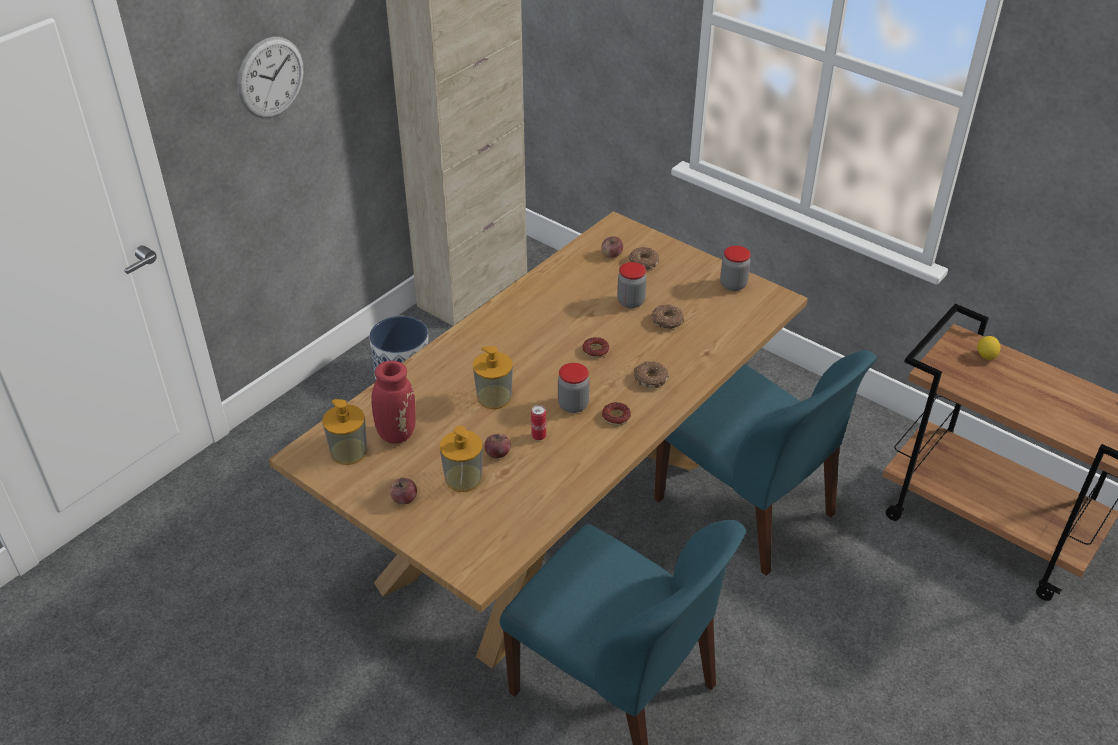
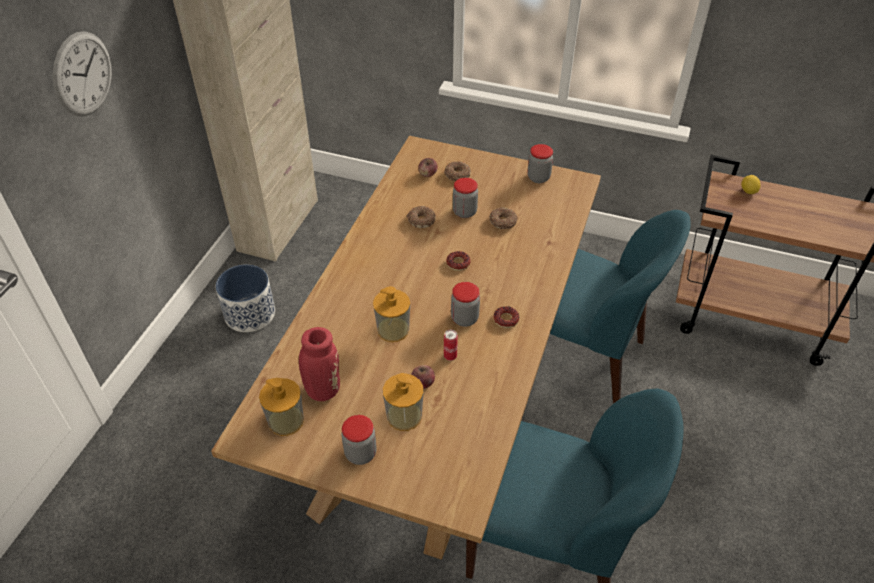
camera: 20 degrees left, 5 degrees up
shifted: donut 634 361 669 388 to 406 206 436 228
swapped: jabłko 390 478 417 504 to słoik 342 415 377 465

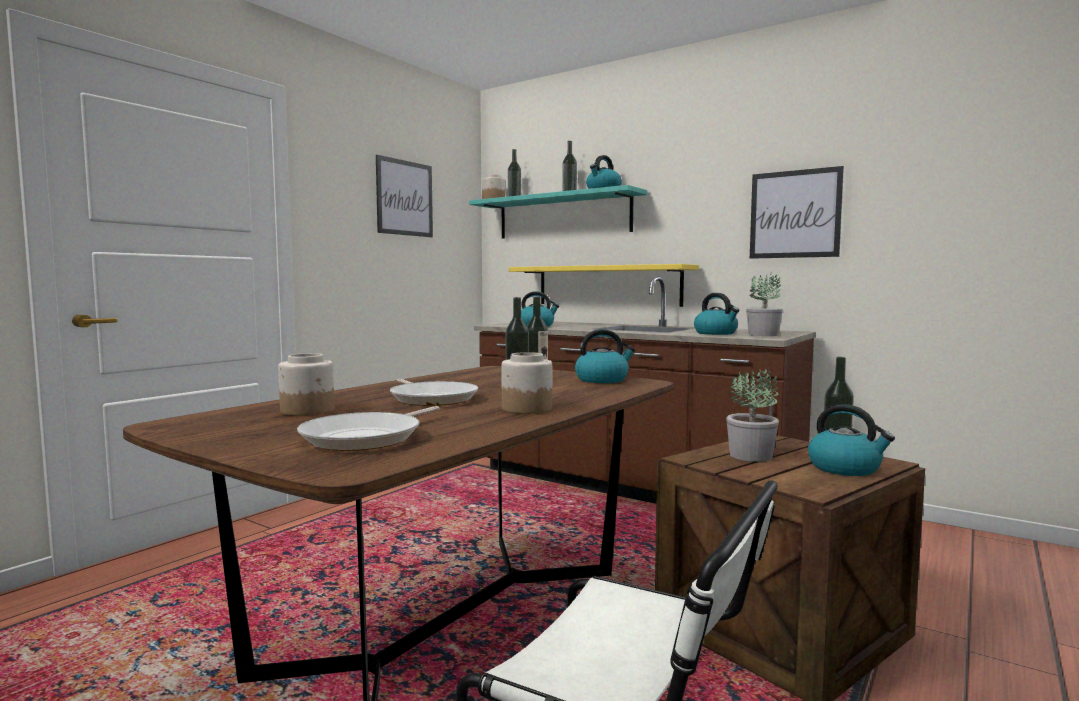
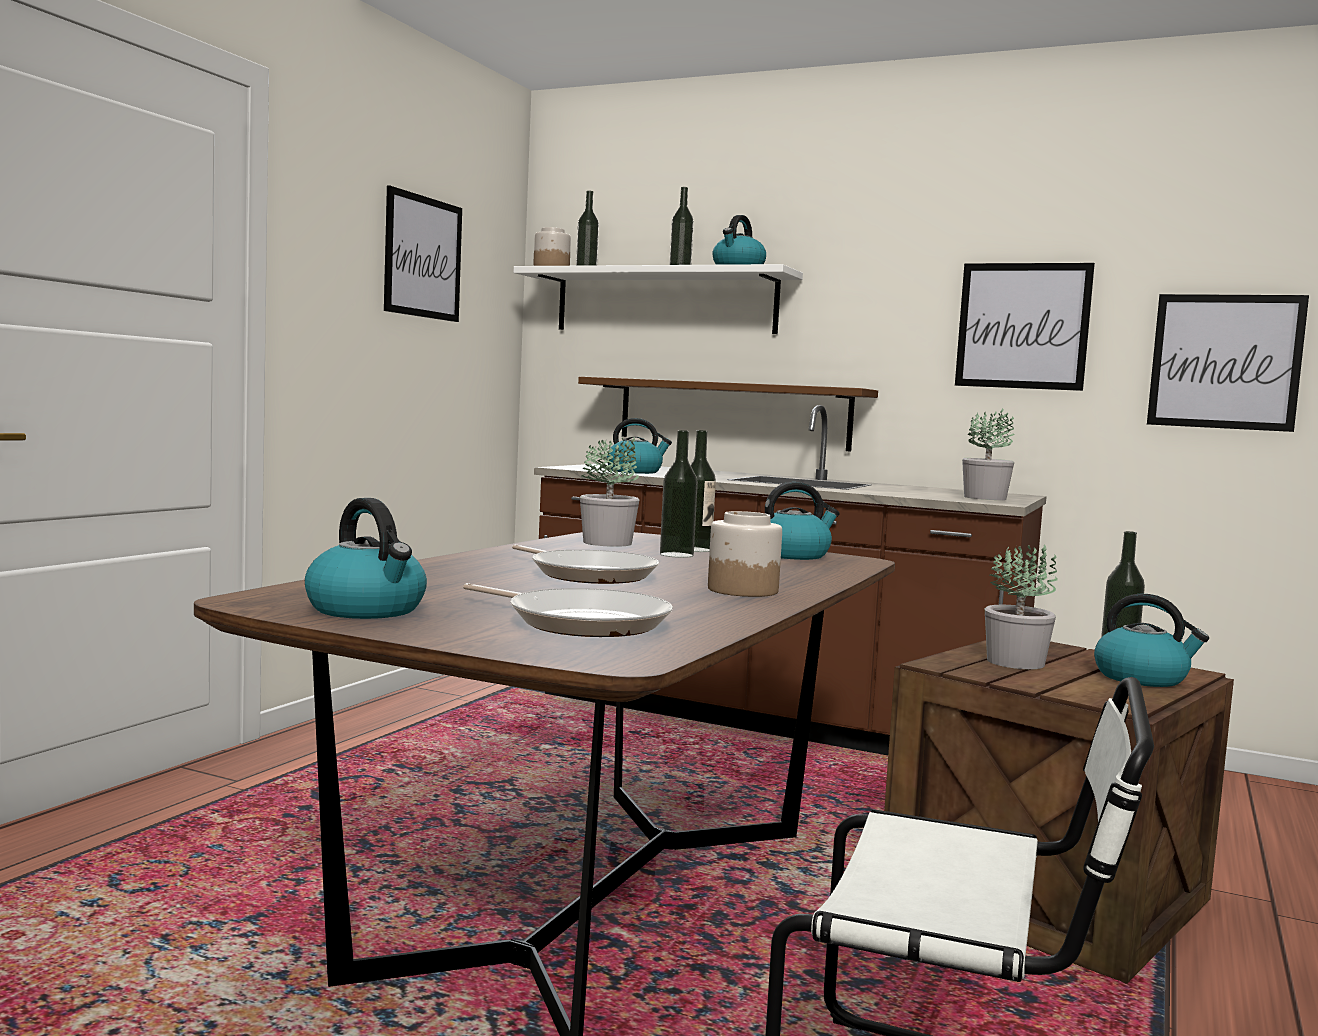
camera: 10 degrees left, 0 degrees up
gone: słoik 278 353 335 416
new: roślina doniczkowa 580 436 639 547; obraz 1147 294 1309 432
shifted: czajnik 694 293 739 335 to 305 498 427 619
repainted: półka (turkusowy) 469 185 647 239 to półka (biały) 513 264 803 334; półka (żółty) 509 264 699 307 to półka (brązowy) 578 377 878 452
rotated: patelnia 297 406 439 451 = 463 583 673 637 75 degrees counterclockwise

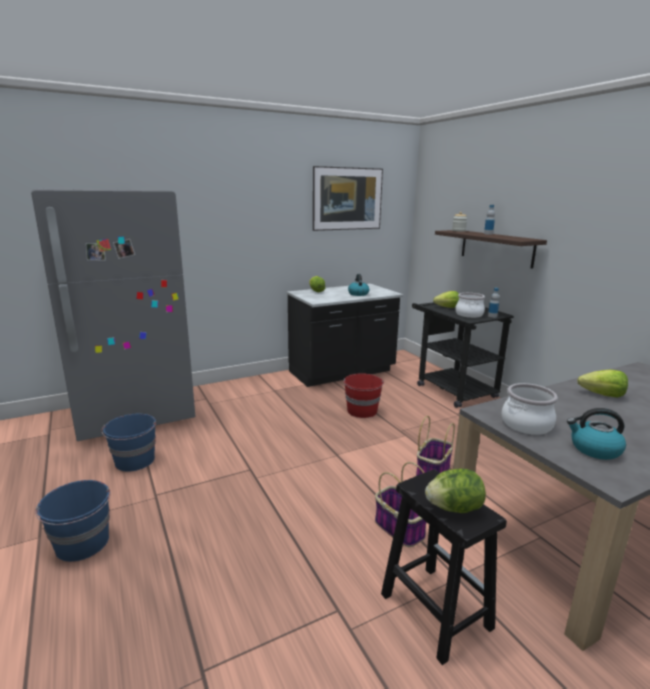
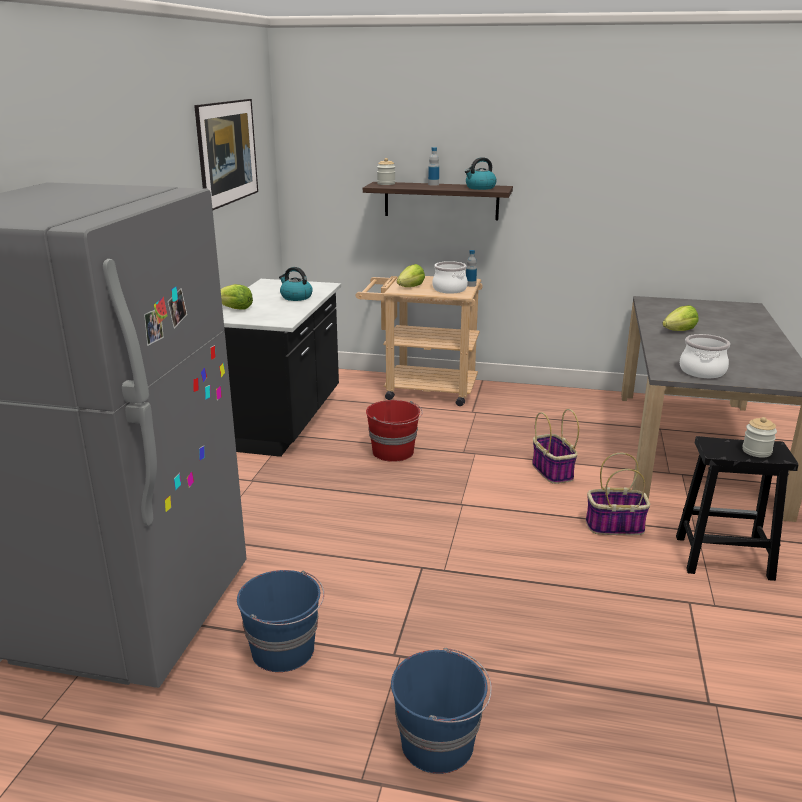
camera: 50 degrees left, 5 degrees up
shifted: czajnik 567 408 626 460 to 465 157 496 190
swapped: sałata 425 469 486 513 to słoik 742 417 777 458
repainted: wózek (czarny) 412 302 514 408 to wózek (beżowy) 356 276 483 406

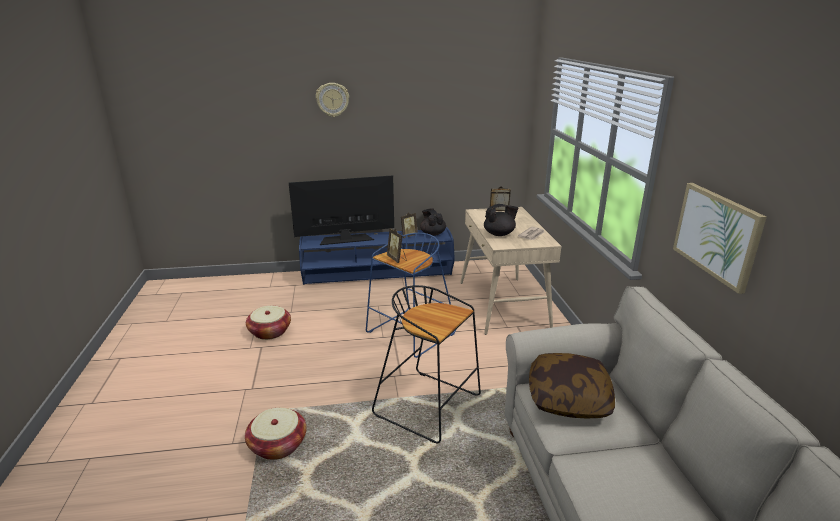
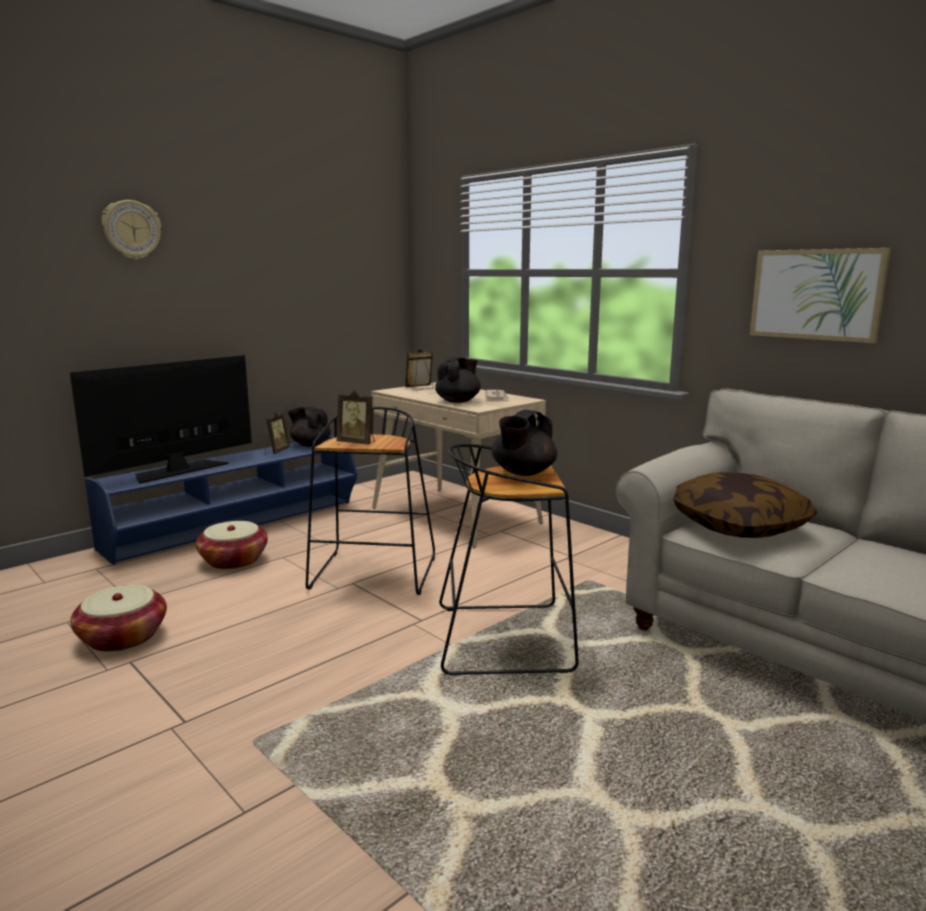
camera: 35 degrees left, 10 degrees down
new: imbryk (czarny) 491 410 557 476
shifted: koszyk 245 408 307 460 to 196 521 268 569
repainted: stołek (niebieski) 366 233 456 358 to stołek (czarny) 306 407 435 595

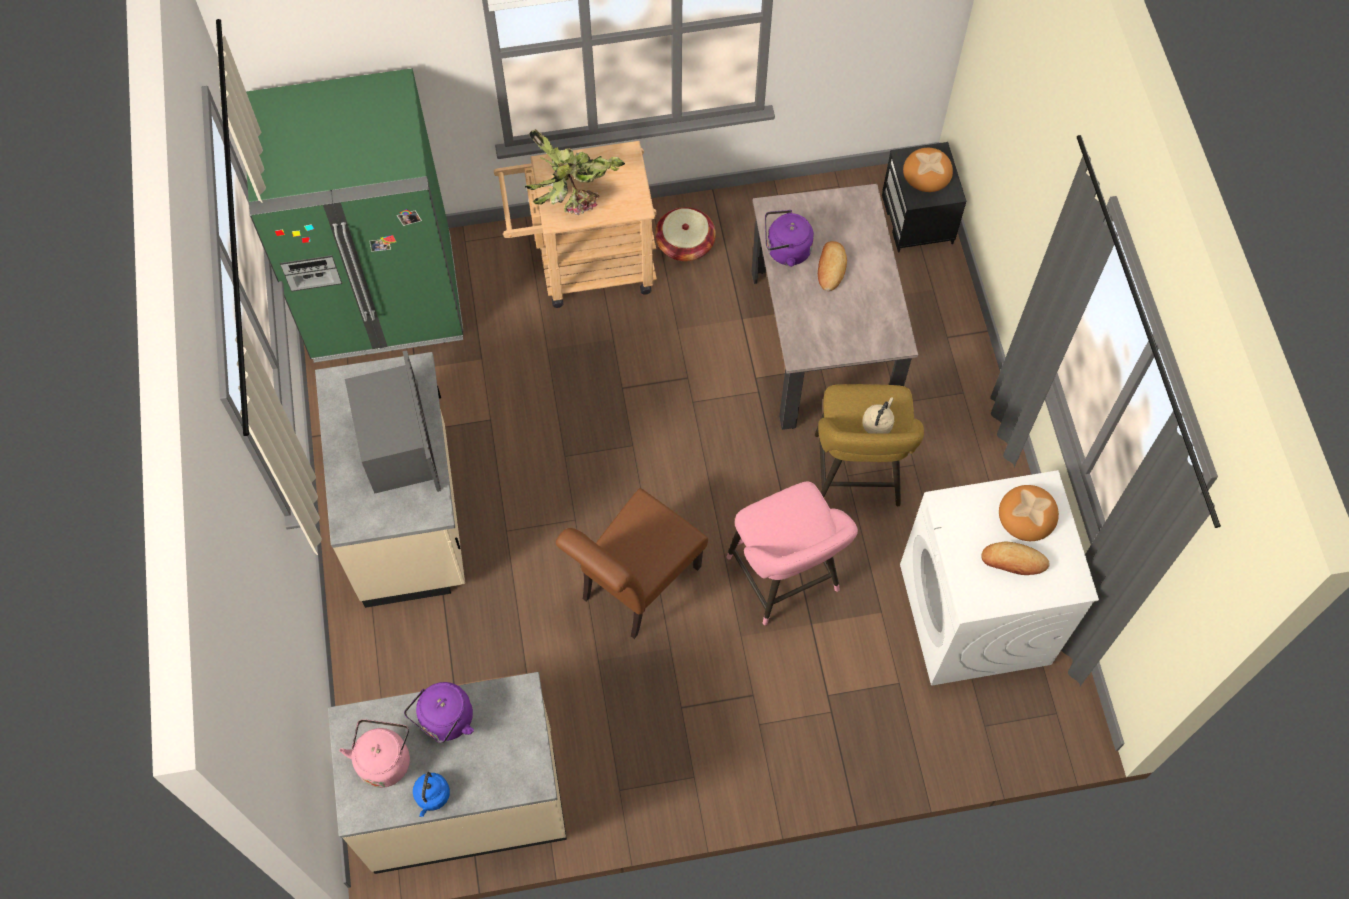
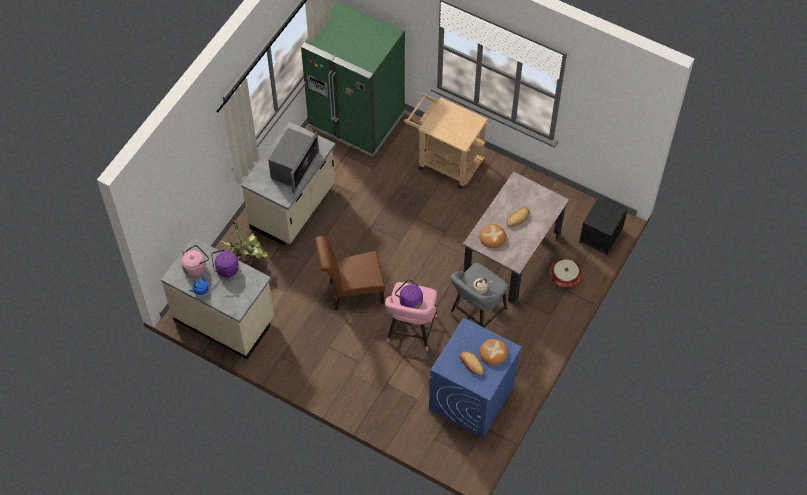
camera: 40 degrees right, 5 degrees down
shifted: roślina doniczkowa 525 129 625 215 to 222 221 268 266; czajnik (fioletowy) 765 210 814 267 to 395 279 423 309; chleb 903 148 953 192 to 479 224 506 248; koszyk 655 207 716 261 to 550 258 582 288
repainted: pralka (biały) 900 470 1099 686 to pralka (niebieski) 429 318 522 438; stołek (żółty) 815 384 924 506 to stołek (szary) 450 263 508 328

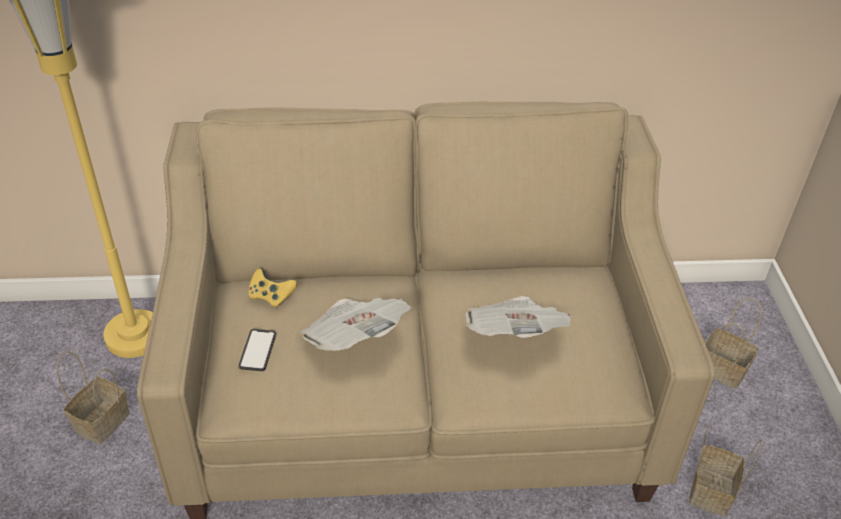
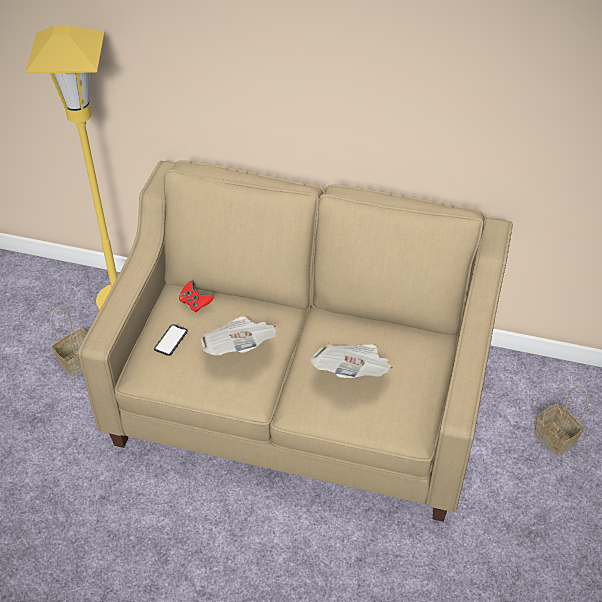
camera: 20 degrees right, 5 degrees up
gone: koszyk 689 422 762 516
repainted: pad do gier (żółty) 248 268 297 308 to pad do gier (czerwony) 179 281 214 312

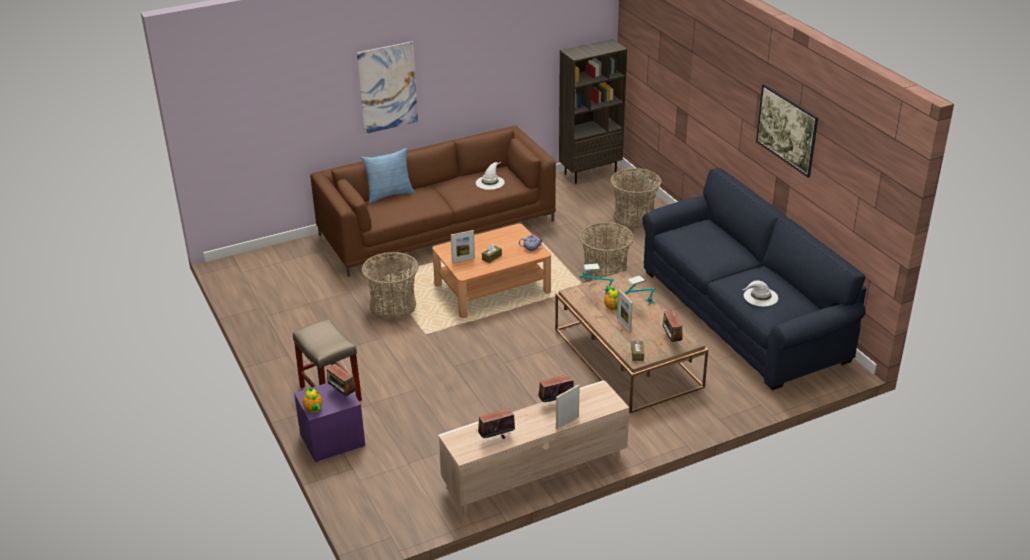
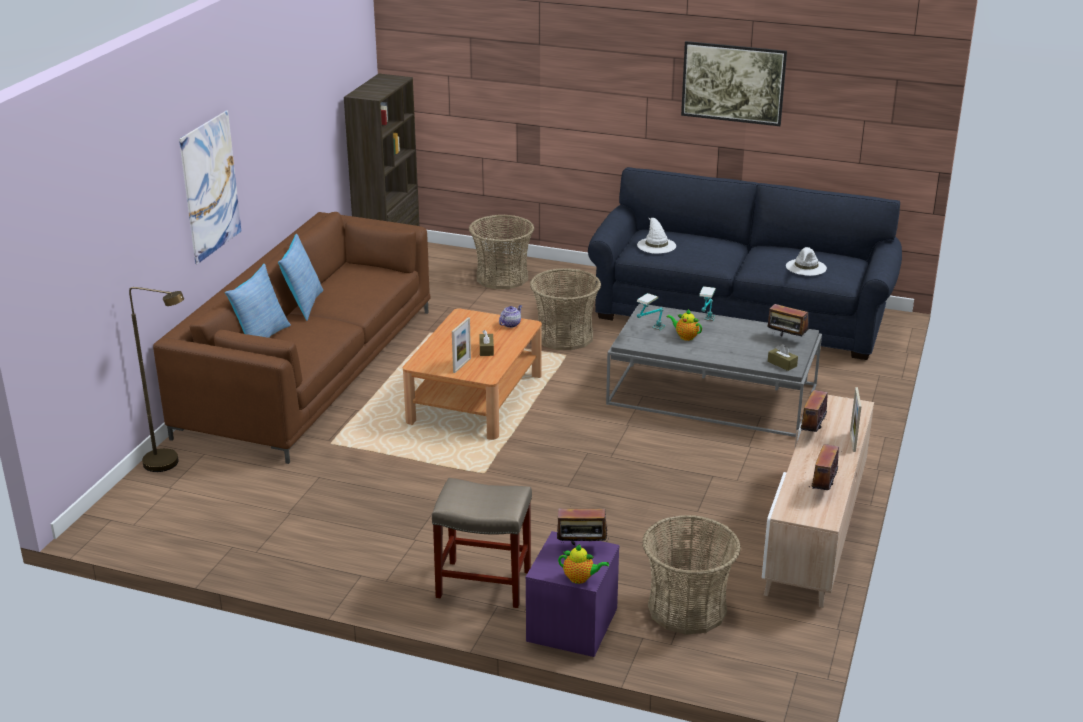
camera: 45 degrees left, 5 degrees down
gone: ramka na zdjęcie 617 289 633 332
new: lampa stojąca (brązowy) 129 287 184 472; poduszka 278 234 323 321
shifted: kapelusz (biały) 476 162 505 190 to 637 218 676 254; koszyk 361 252 419 320 to 642 515 741 635
repainted: ława (brązowy) 555 271 708 414 to ława (szary) 606 303 822 437

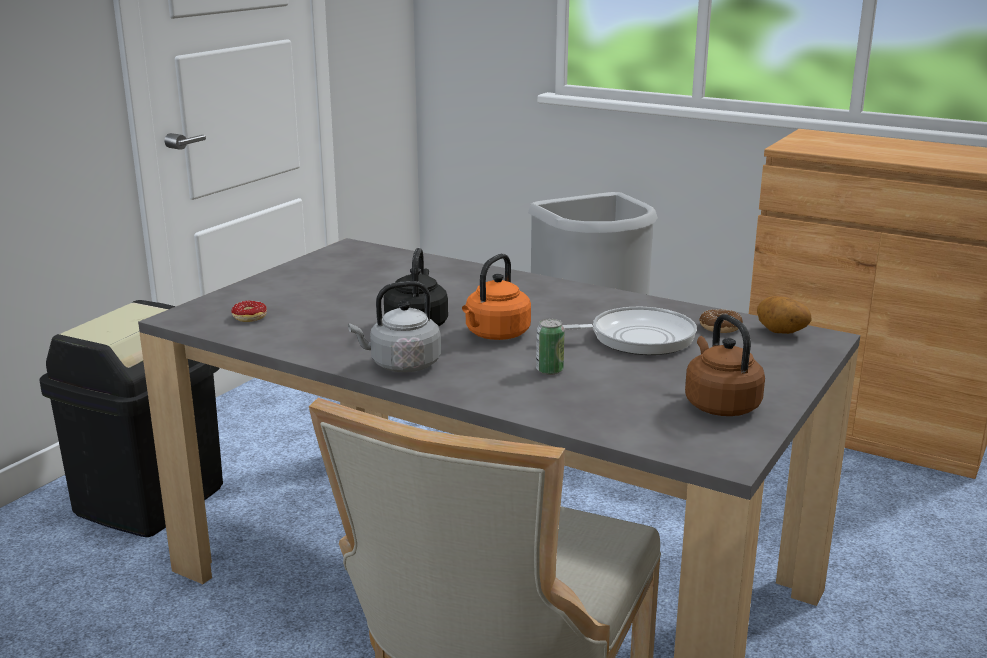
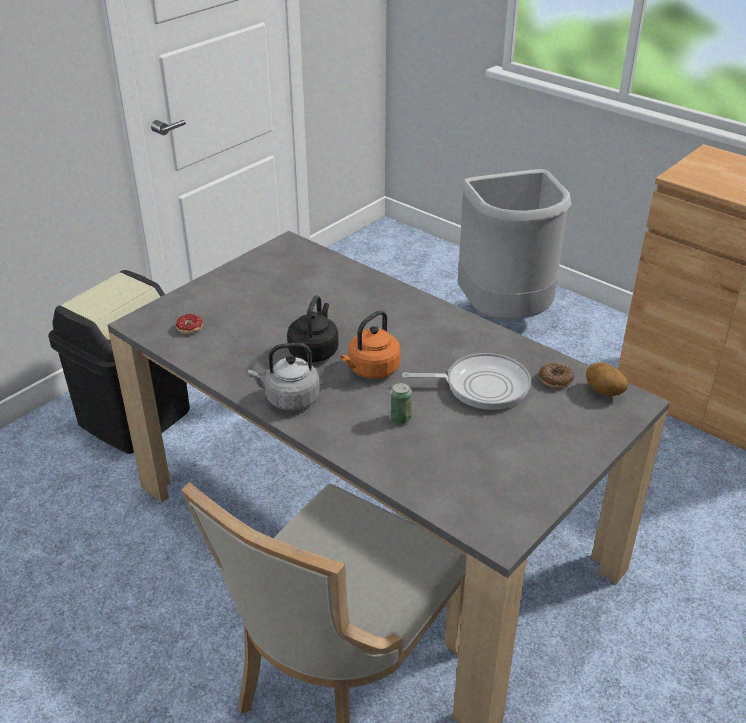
camera: 10 degrees right, 15 degrees up
gone: czajnik (brązowy) 685 314 765 416

